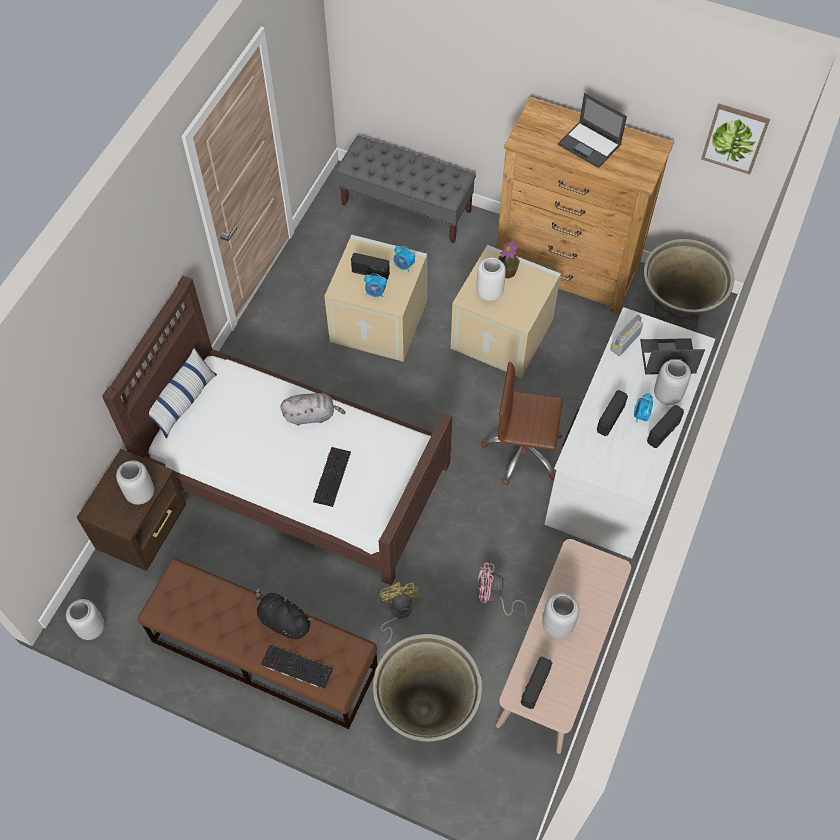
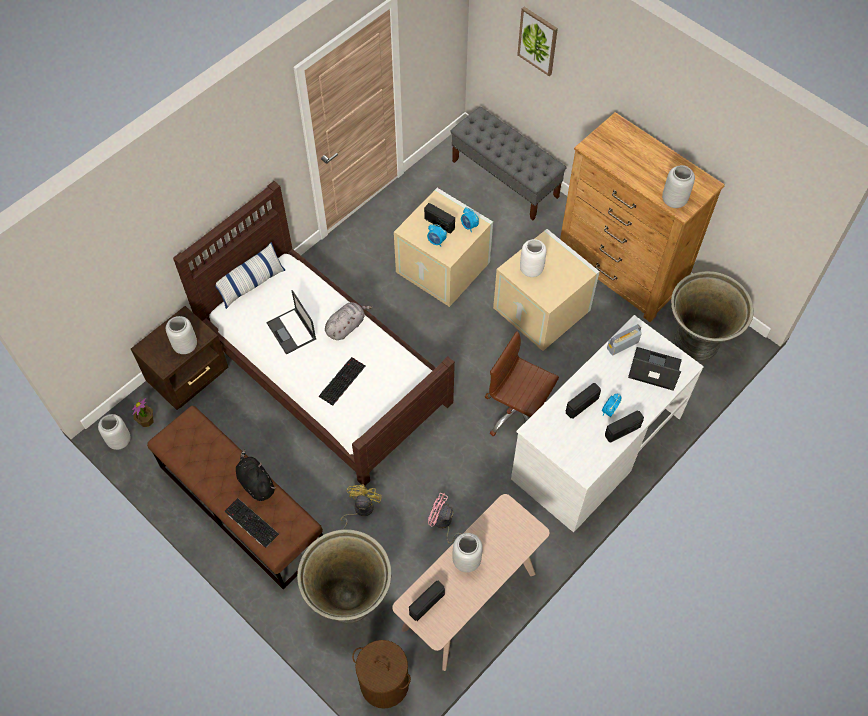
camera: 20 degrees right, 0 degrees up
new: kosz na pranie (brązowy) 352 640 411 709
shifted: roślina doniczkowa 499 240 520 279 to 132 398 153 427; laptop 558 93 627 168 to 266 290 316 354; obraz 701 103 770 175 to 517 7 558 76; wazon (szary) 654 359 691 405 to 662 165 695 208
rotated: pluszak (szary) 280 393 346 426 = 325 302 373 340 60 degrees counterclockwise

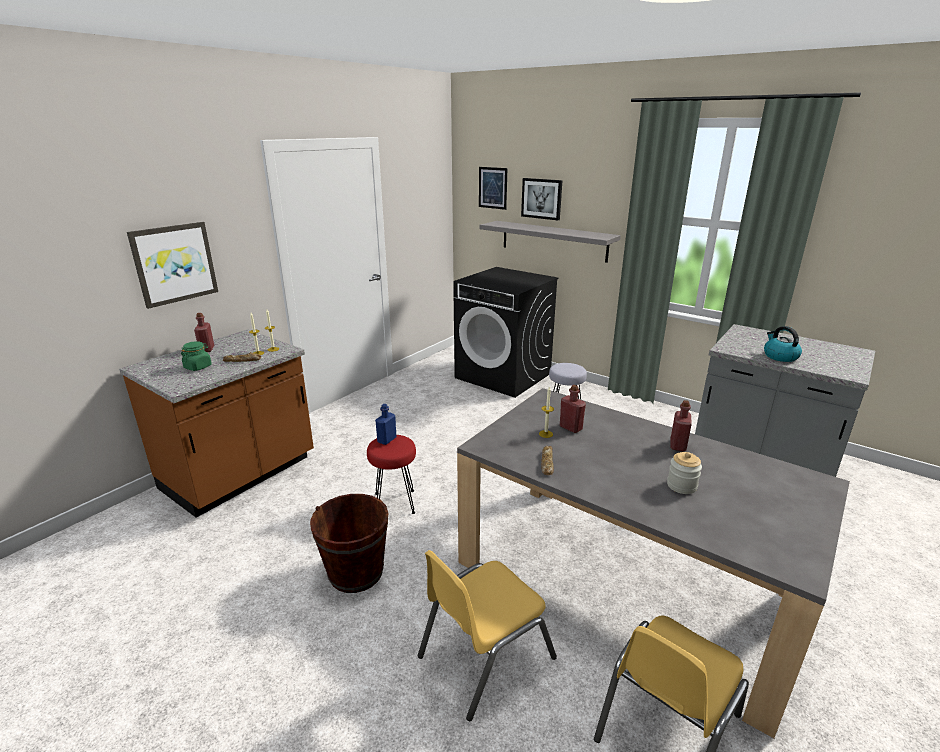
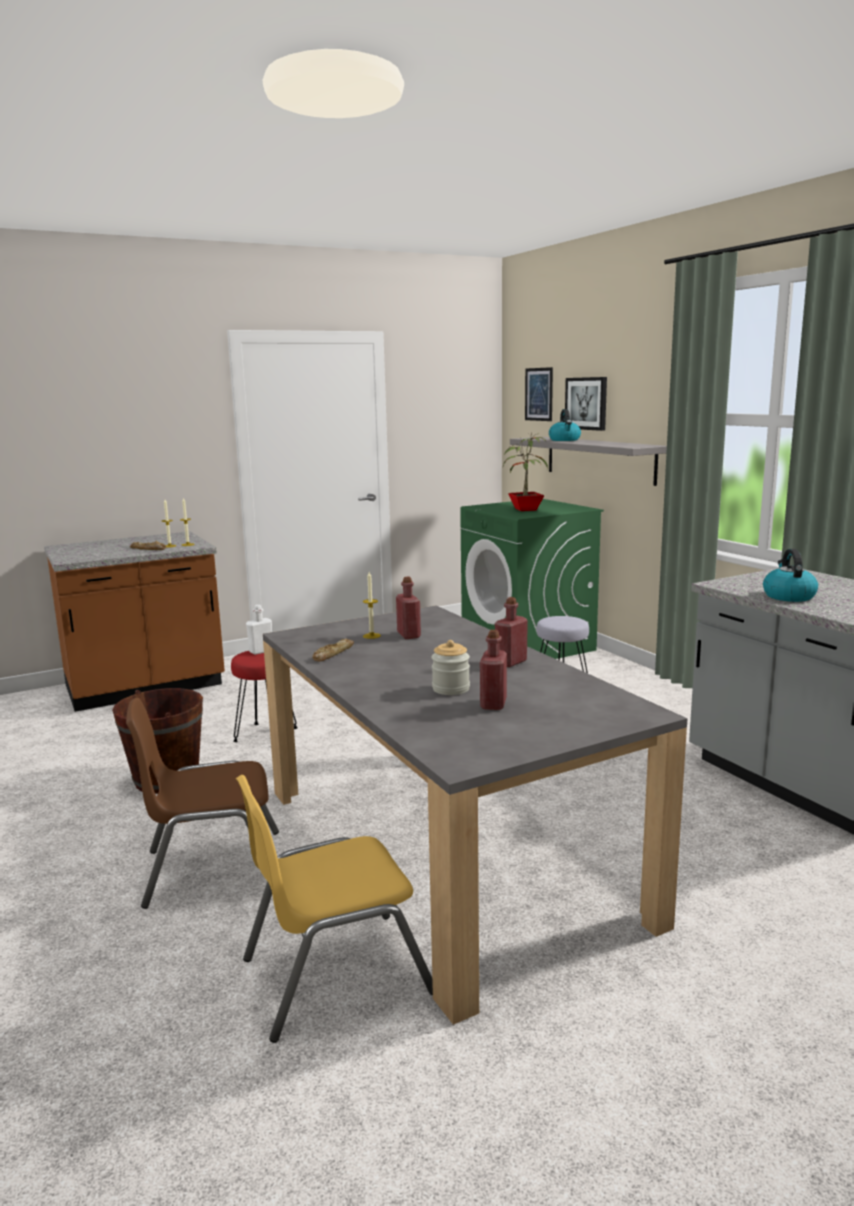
camera: 25 degrees right, 10 degrees down
gone: obraz 127 222 218 309; słoik (zielony) 181 341 212 371
new: roślina doniczkowa 503 433 548 511; czajnik 549 409 581 441
shifted: butelka (czerwony) 194 313 214 352 to 480 630 507 710
repainted: krzesło (żółty) 418 550 557 721 to krzesło (brązowy) 126 698 279 909; butelka (niebieski) 375 404 397 445 to butelka (biały) 246 605 272 655; pralka (czarny) 453 267 558 398 to pralka (zielony) 460 499 604 659

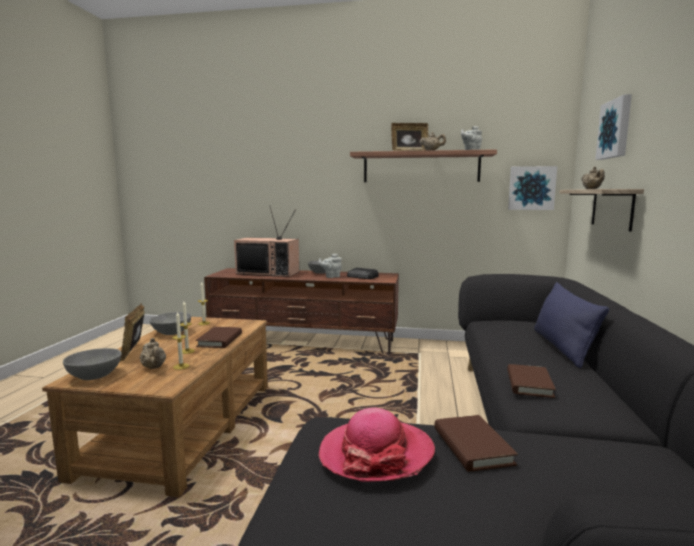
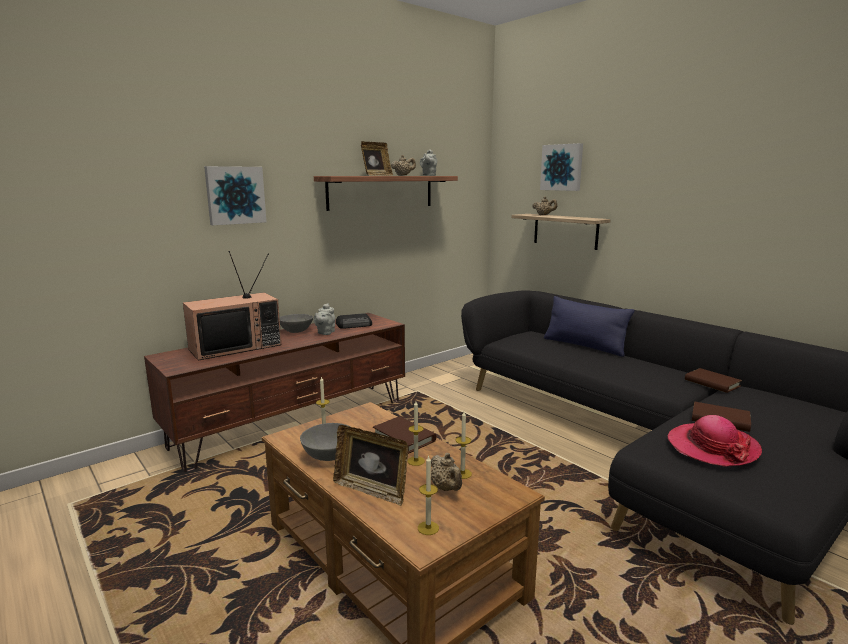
camera: 50 degrees left, 5 degrees up
shifted: obraz 508 166 557 210 to 204 166 266 225; książka (brązowy) 507 364 556 398 to 685 368 742 393
swapped: miska (szary) 63 348 122 380 to świeca 418 455 439 535
rotated: imbryk (beżowy) 140 338 166 369 = 431 453 462 491 60 degrees clockwise

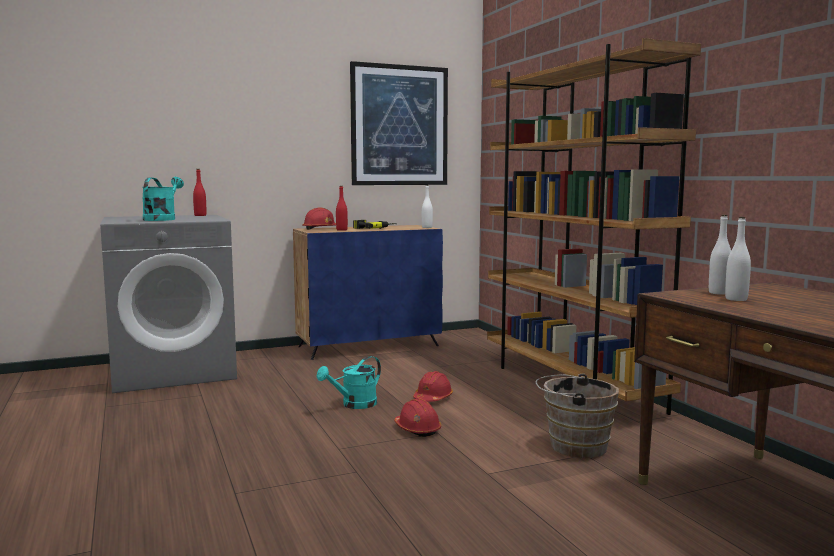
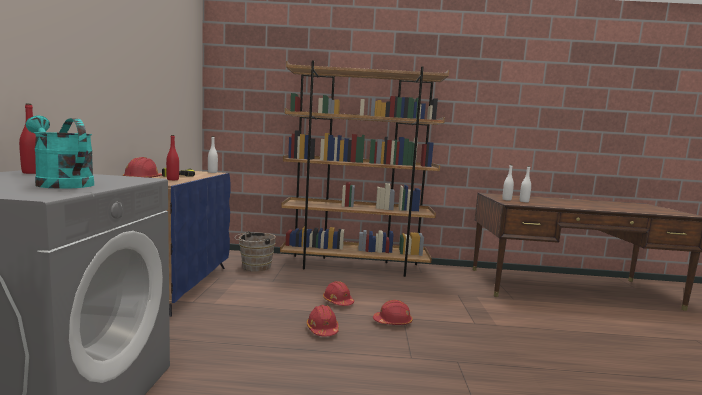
camera: 65 degrees left, 0 degrees up
gone: obraz 350 61 448 185
shifted: wiadro (brązowy) 536 374 619 458 to 235 231 276 272
swapped: konewka (turkusowy) 317 356 381 409 to kask (czerwony) 307 305 339 337

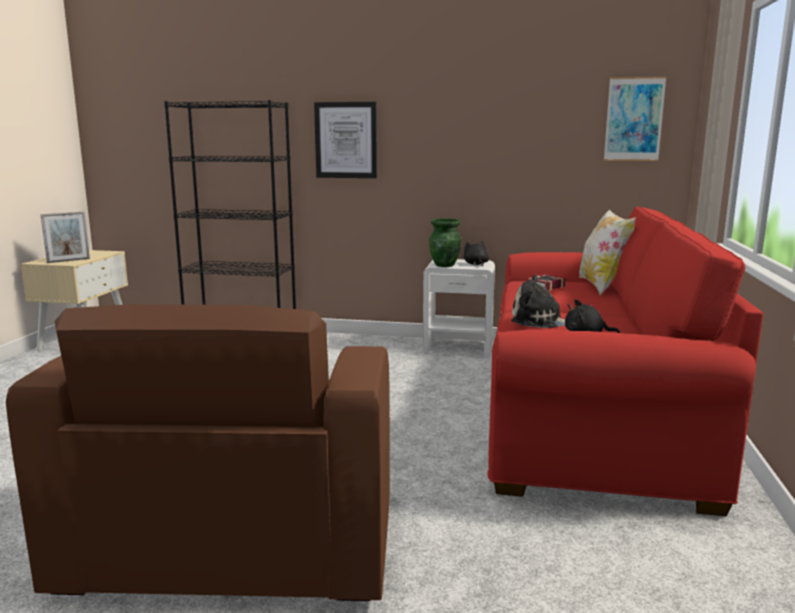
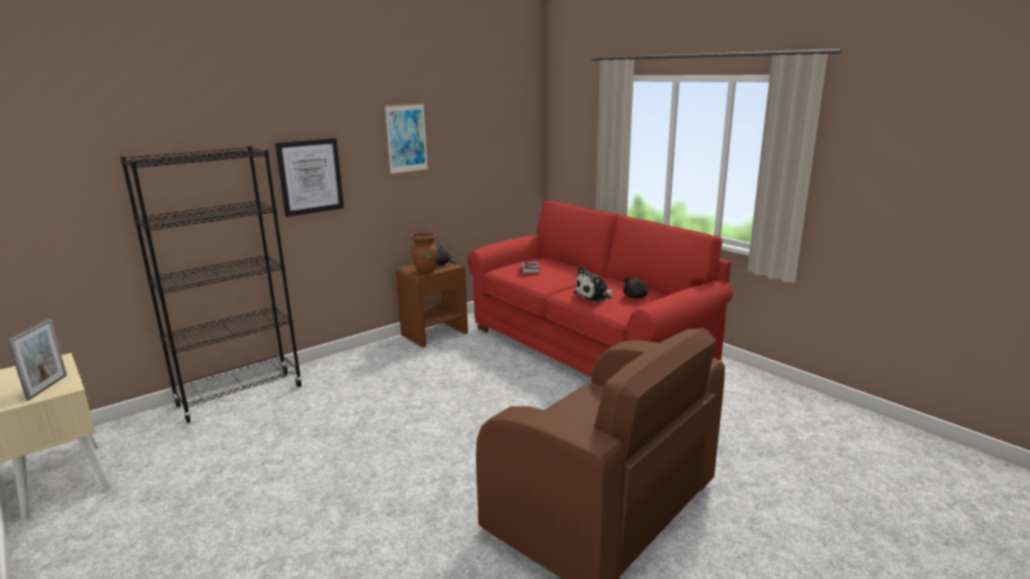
camera: 50 degrees left, 5 degrees up
gone: poduszka 579 209 636 295
shifted: obraz 604 77 666 161 to 385 104 428 174
repainted: szafka nocna (biały) 423 259 495 357 to szafka nocna (brązowy) 396 262 468 348; wazon (zielony) 429 218 461 267 to wazon (brązowy) 411 232 438 274

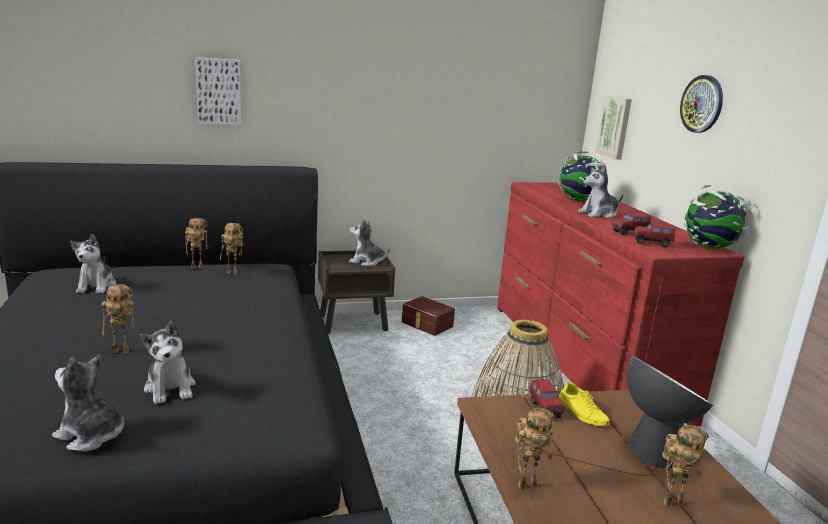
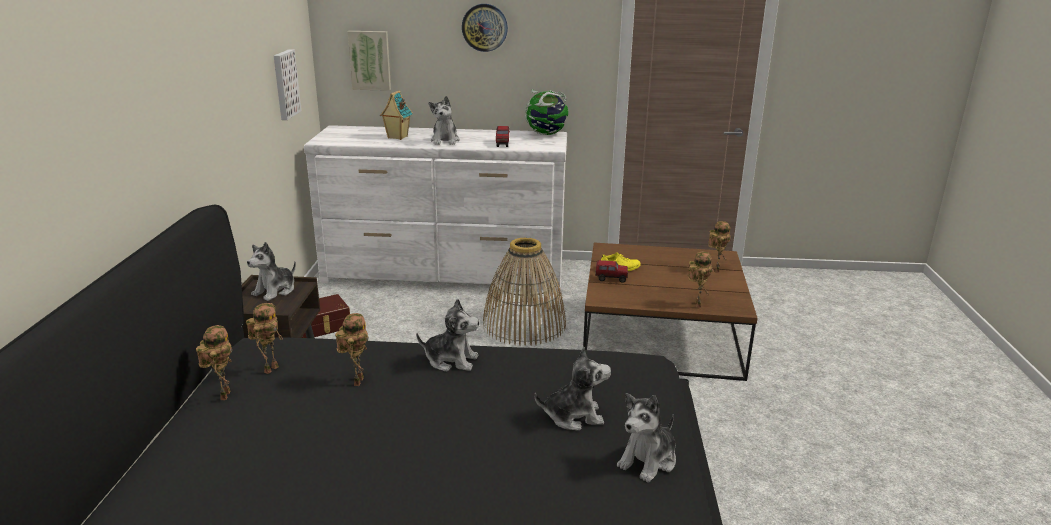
camera: 70 degrees left, 5 degrees up
gone: lampa stołowa 543 356 713 476; ciężarówka zabawkowa 634 223 676 247
shifted: obraz 195 57 241 125 to 274 49 301 120; robot zabawkowy 102 285 134 353 to 335 313 368 386; pluszak 70 234 116 293 to 416 298 479 372
swapped: globus 558 151 605 201 to domek 380 90 413 140
repainted: komoda (czerwony) 497 182 745 426 to komoda (biały) 304 125 567 292

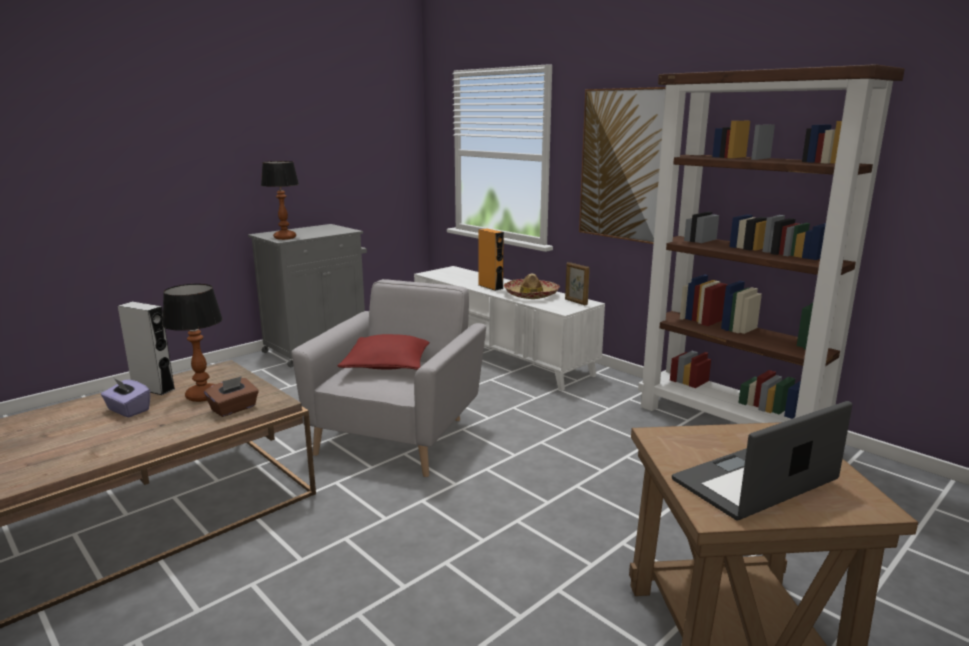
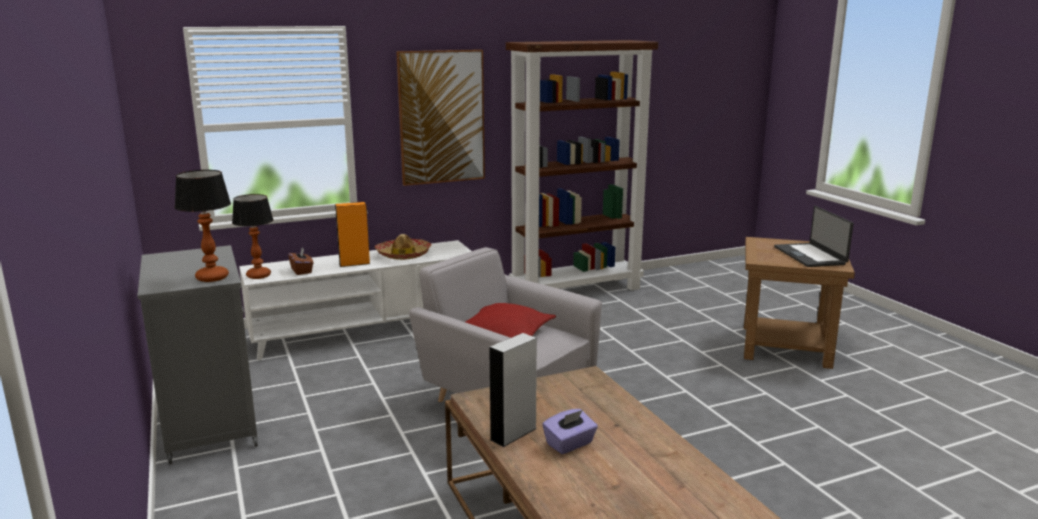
camera: 70 degrees left, 0 degrees up
gone: ramka na zdjęcie 565 262 590 305
shifted: lampa stołowa 162 284 223 402 to 232 194 274 279; pudełko chusteczek (brązowy) 204 376 259 417 to 288 248 313 275

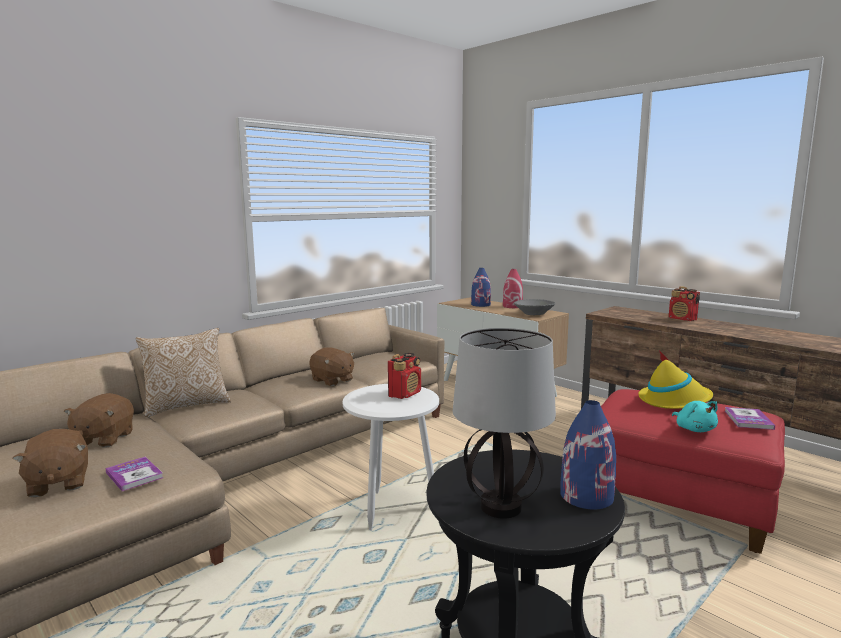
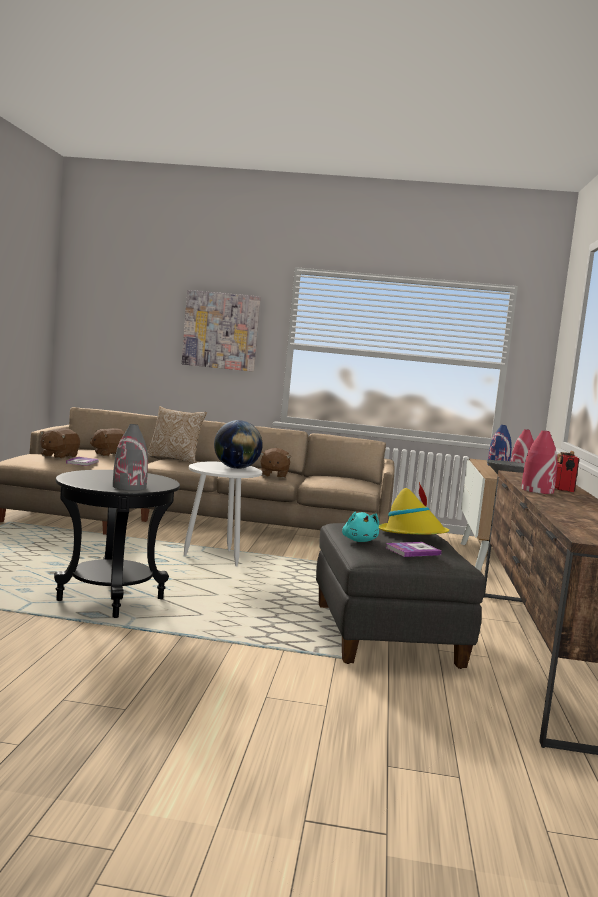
camera: 50 degrees right, 5 degrees down
gone: lampa stołowa 453 328 556 519
new: obraz 182 290 261 371; wazon (czerwony) 521 430 557 494
swapped: radio 388 353 421 399 to globus 214 420 263 469
repainted: wazon (niebieski) 560 400 616 509 to wazon (szary) 113 424 148 491; pufa (czerwony) 601 389 785 554 to pufa (szary) 316 523 485 669
rotated: pluszak (turkusowy) 672 401 718 432 = 342 512 379 542 45 degrees counterclockwise

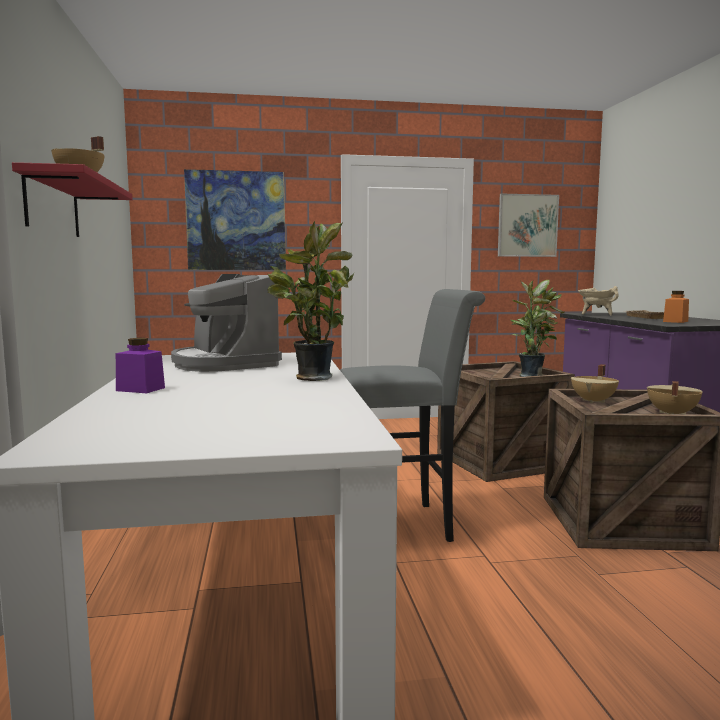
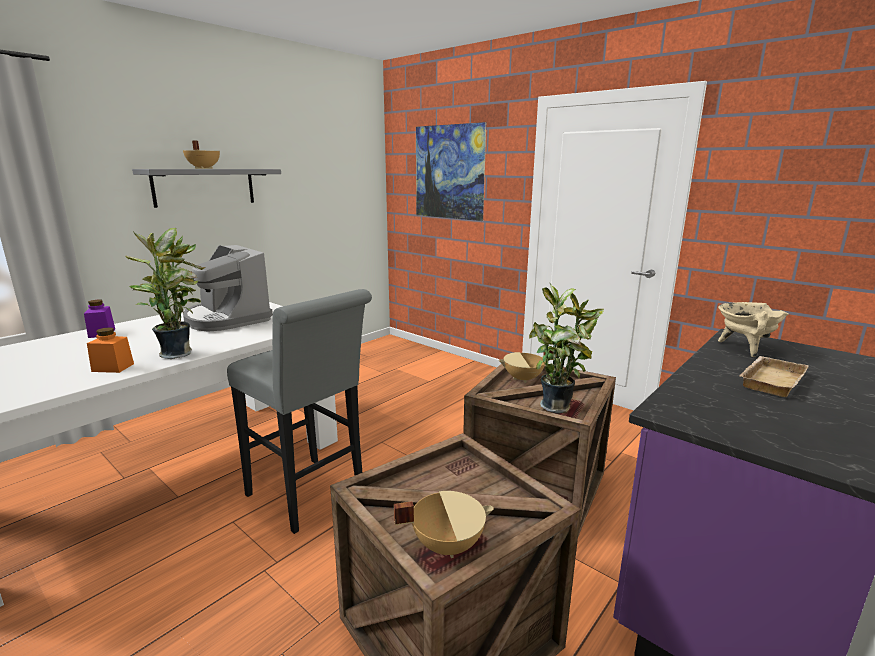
camera: 50 degrees right, 10 degrees up
gone: obraz 498 194 559 257
shifted: słoik (pomarańczowy) 663 291 689 323 to 87 327 134 373; garnek (beżowy) 571 364 619 403 to 498 350 553 383
repainted: półka (czerwony) 12 162 133 237 to półka (szary) 132 169 281 208
rotated: ekspres do kawy 171 274 282 372 = 183 245 273 332 60 degrees counterclockwise

